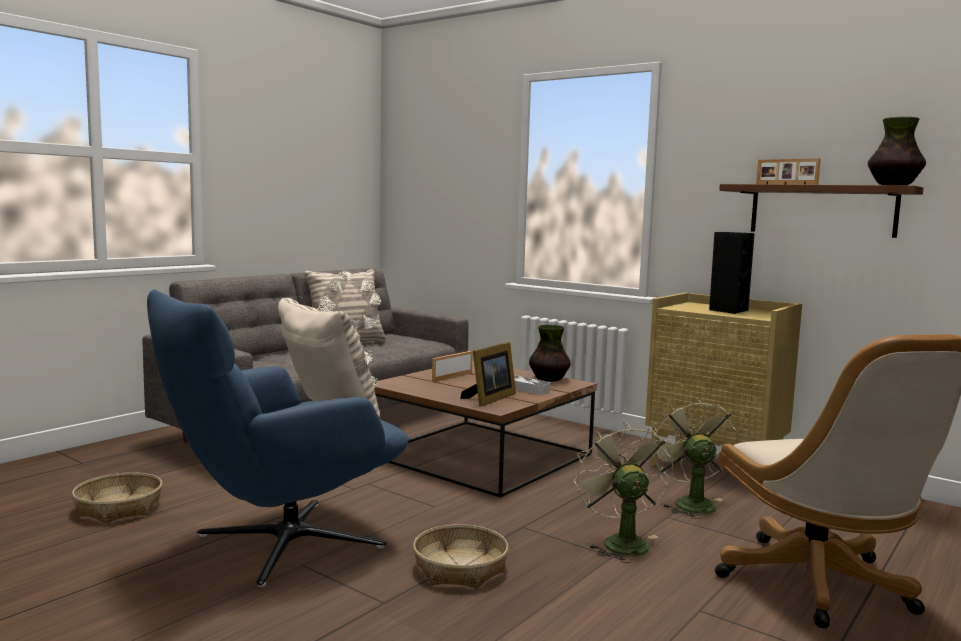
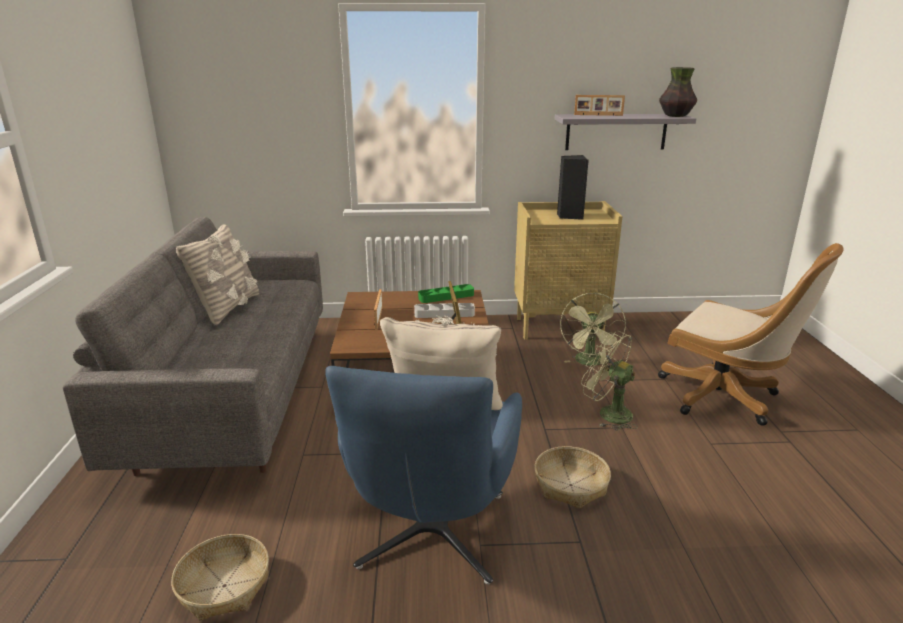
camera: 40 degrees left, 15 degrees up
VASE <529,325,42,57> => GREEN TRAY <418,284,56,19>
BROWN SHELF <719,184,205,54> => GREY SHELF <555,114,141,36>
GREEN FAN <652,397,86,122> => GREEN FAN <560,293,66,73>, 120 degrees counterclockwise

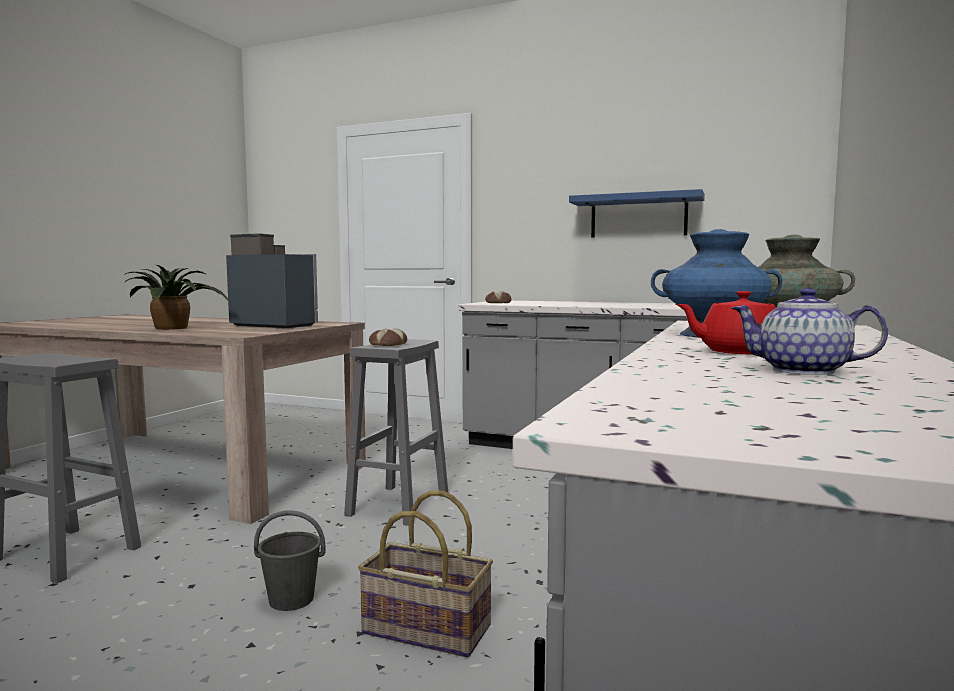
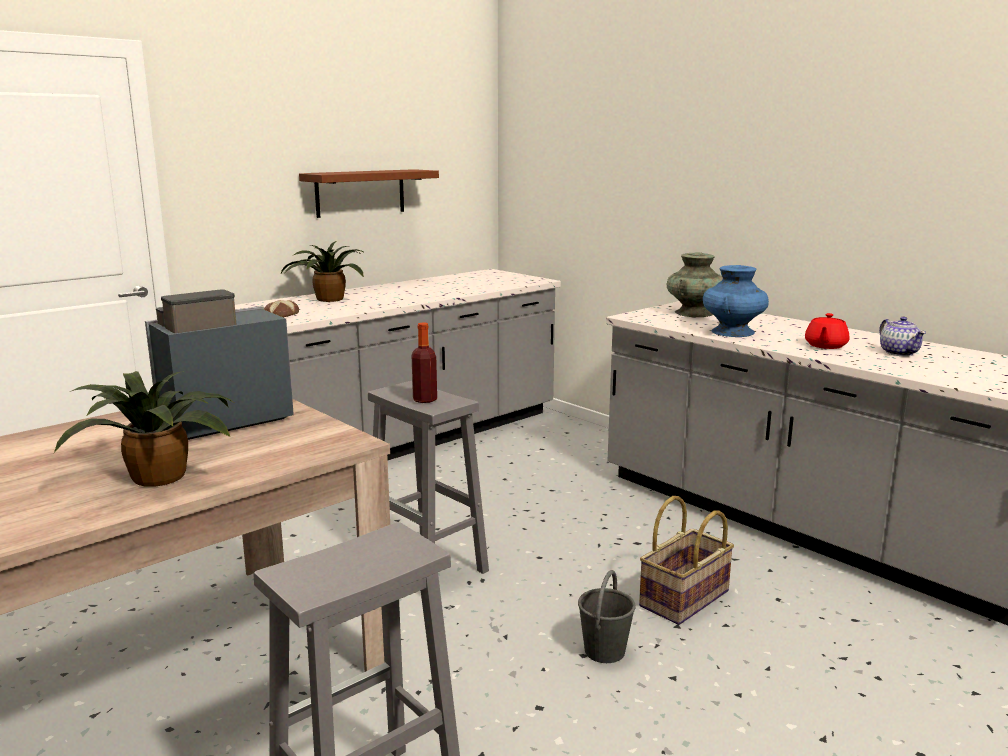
camera: 65 degrees left, 10 degrees up
nothing => POTTED PLANT <280,241,85,61>
BREAD <369,328,38,18> => BOTTLE <412,323,25,80>
BLUE SHELF <569,189,136,49> => BROWN SHELF <299,169,140,49>
TEAPOT <731,288,157,87> => TEAPOT <879,317,47,39>, 60 degrees counterclockwise

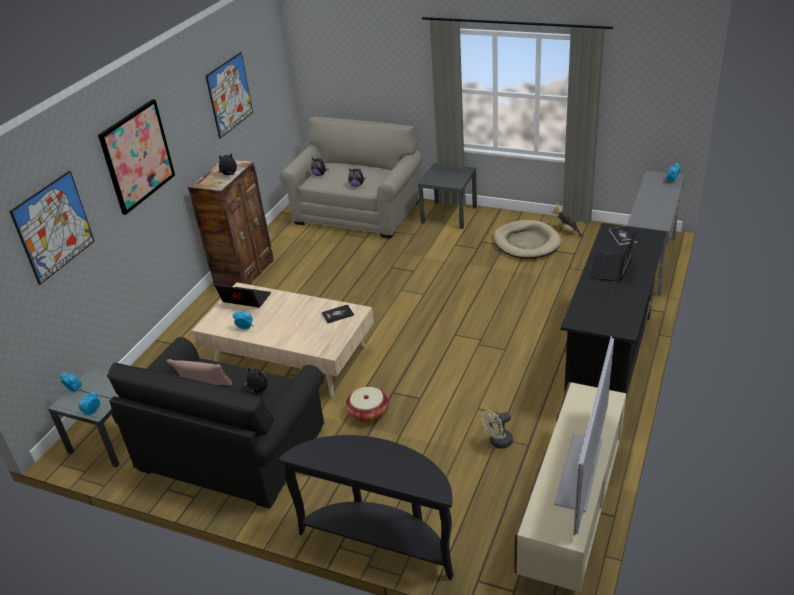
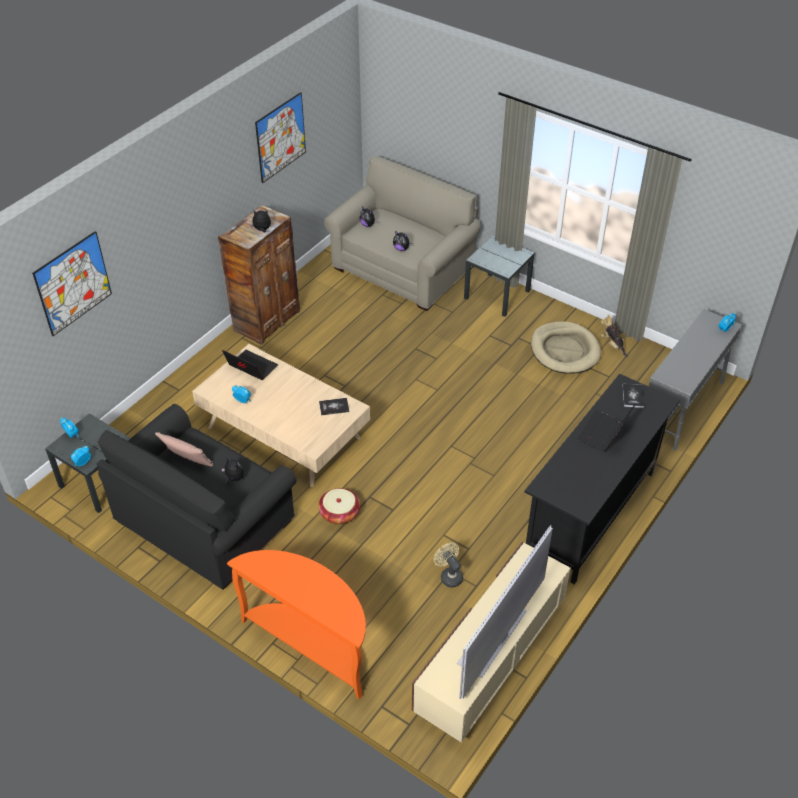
camera: 10 degrees right, 10 degrees up
PICTURE <98,99,77,116> => nothing
BLACK CONSOLE TABLE <278,435,176,145> => ORANGE CONSOLE TABLE <227,550,139,149>
BEIGE FAN <481,410,32,39> => BEIGE FAN <434,543,29,45>, 75 degrees clockwise

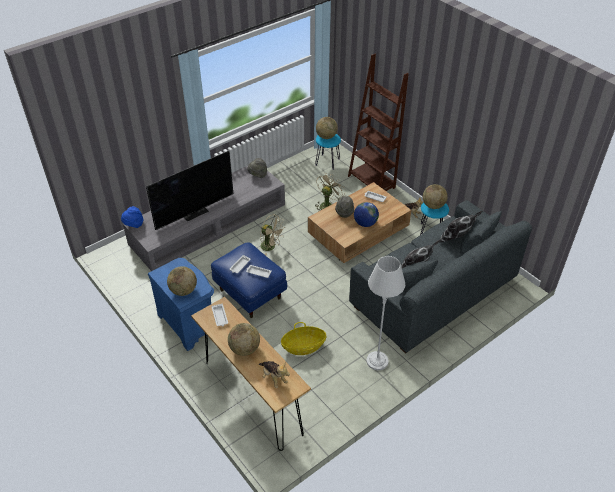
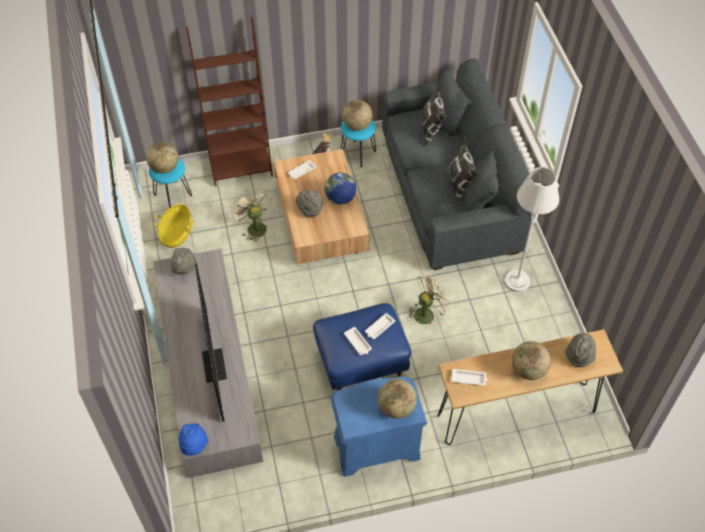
camera: 65 degrees left, 10 degrees up
BEIGE FAN <260,214,24,42> => BEIGE FAN <408,273,42,52>, shifted
BASKET <281,322,45,33> => BASKET <154,204,40,44>, shifted
PLUSH TOY <259,361,31,27> => GREY HAT <565,333,31,34>

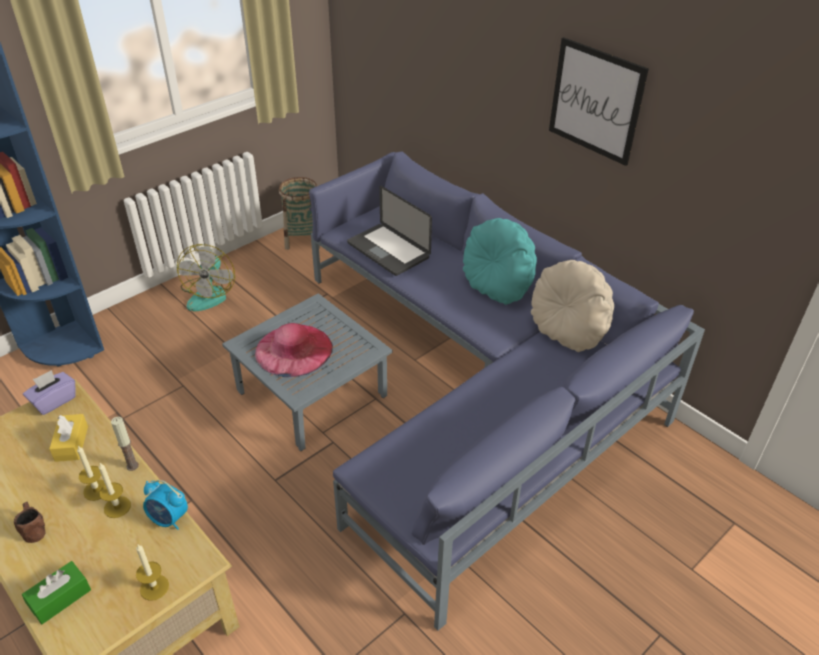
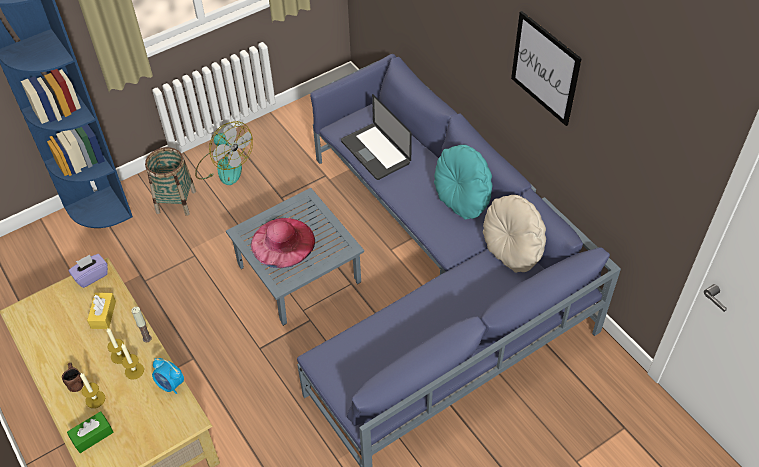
camera: 10 degrees right, 10 degrees up
CANDLE <136,544,33,57> => CANDLE <80,373,25,35>, shifted
BASKET <279,177,41,73> => BASKET <145,147,51,69>, shifted
FAN <177,244,58,67> => FAN <195,121,58,64>, 60 degrees counterclockwise

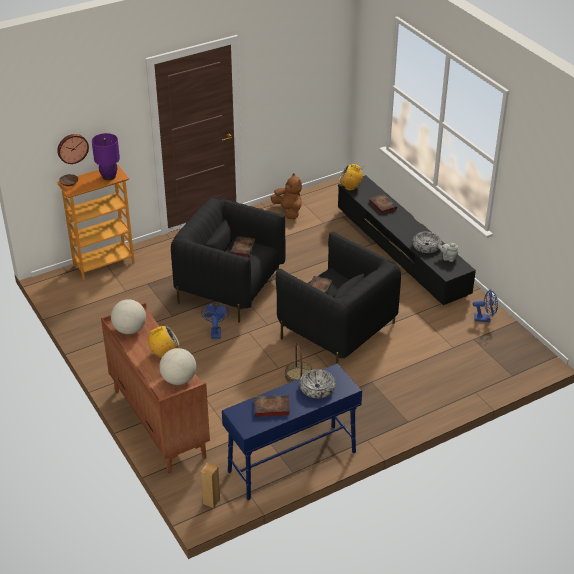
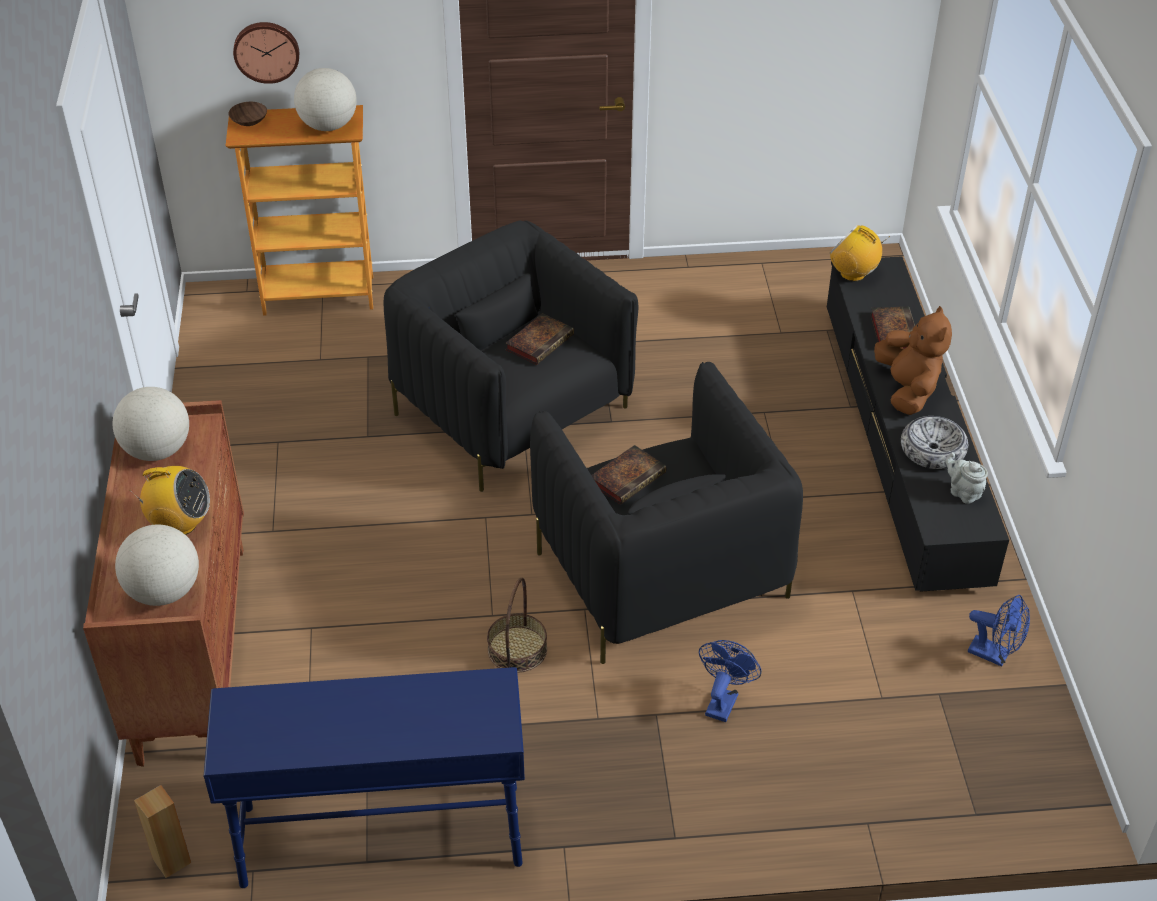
camera: 25 degrees right, 5 degrees up
BOOK <254,395,36,22> => nothing
BOWL <299,369,36,29> => nothing
BLUE FAN <201,303,28,36> => BLUE FAN <699,640,63,82>, shifted
BROWN PLUSH TOY <271,173,31,46> => BROWN PLUSH TOY <874,306,78,109>, shifted
PURPLE TABLE LAMP <92,133,28,47> => GLOBE <294,68,63,63>

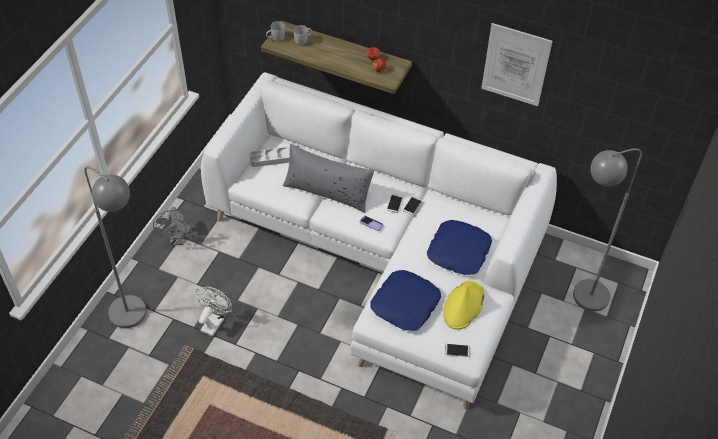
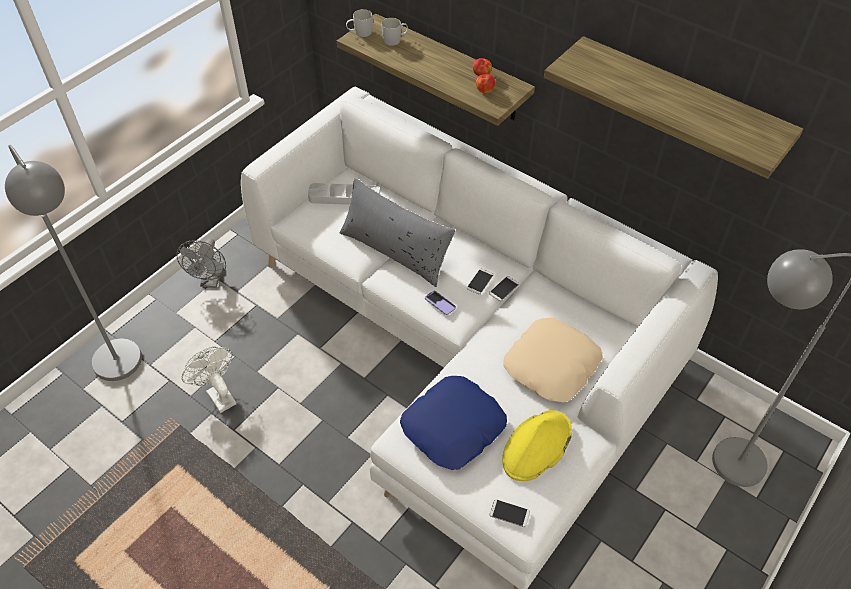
camera: 15 degrees right, 0 degrees up
PICTURE <481,23,71,83> => SHELF <544,36,259,143>
BLUE PILLOW <427,220,65,55> => BEIGE PILLOW <503,318,100,84>
WHITE FAN <196,287,37,49> => WHITE FAN <182,347,55,66>, 75 degrees counterclockwise

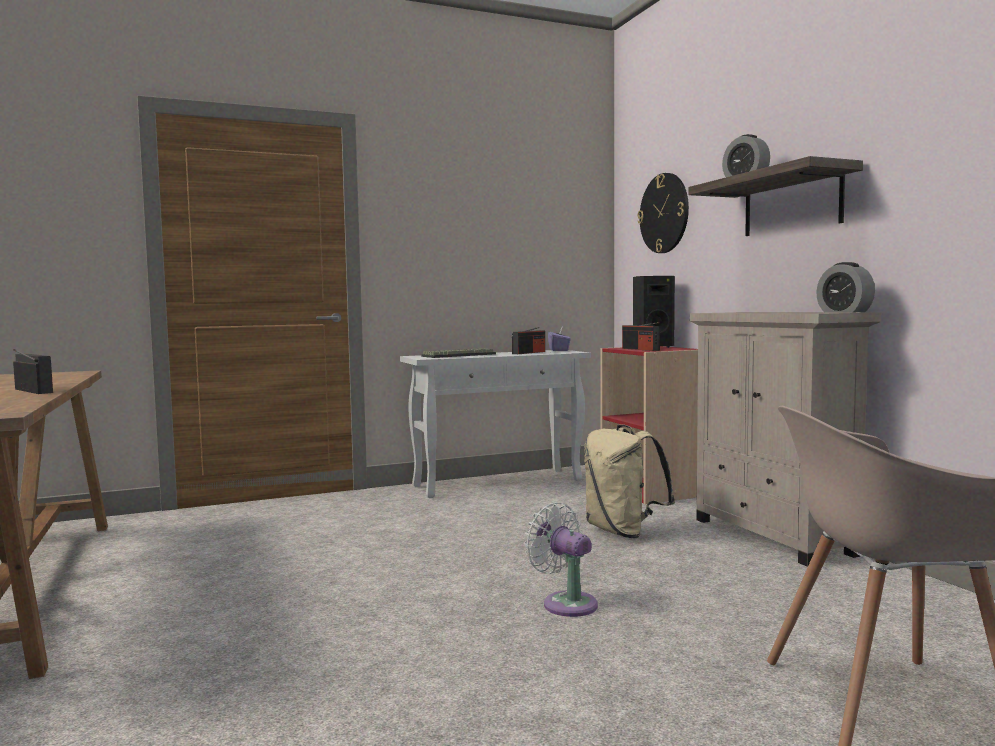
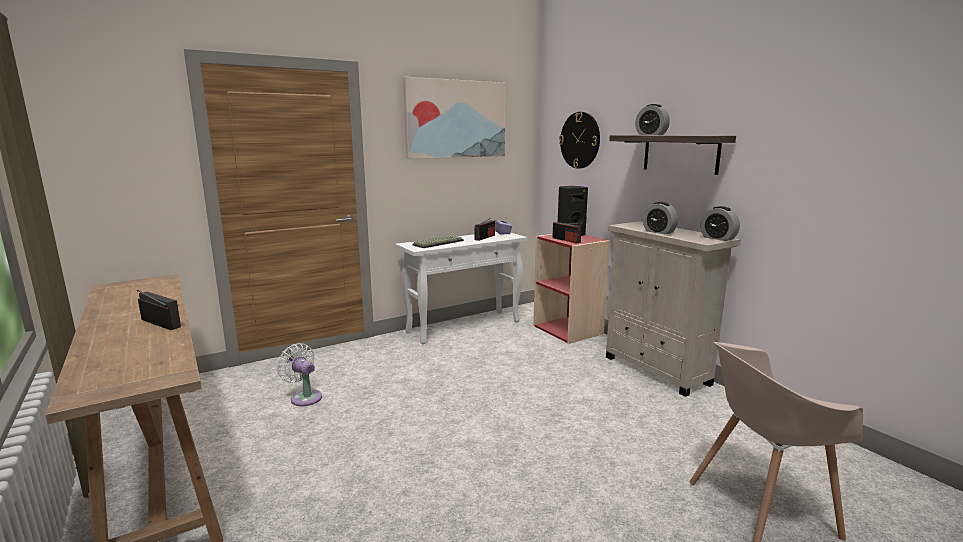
camera: 10 degrees left, 10 degrees up
BEIGE BACKPACK <584,424,91,114> => nothing
nothing => PICTURE <403,77,103,82>
nothing => ALARM CLOCK <643,202,35,32>
WHITE FAN <524,502,74,115> => WHITE FAN <277,343,45,63>, shifted

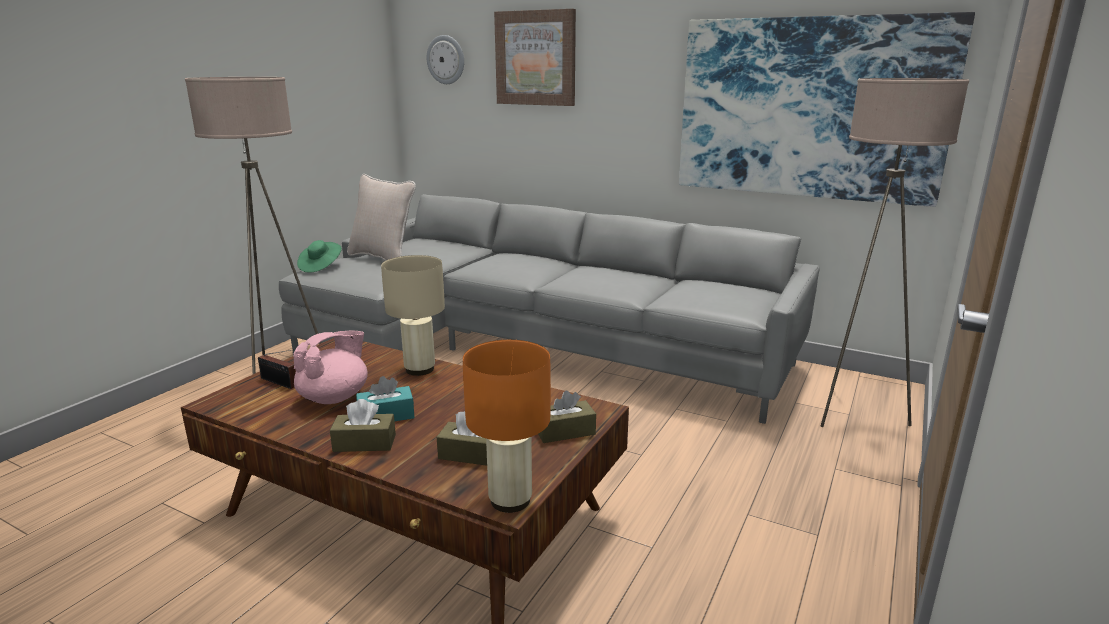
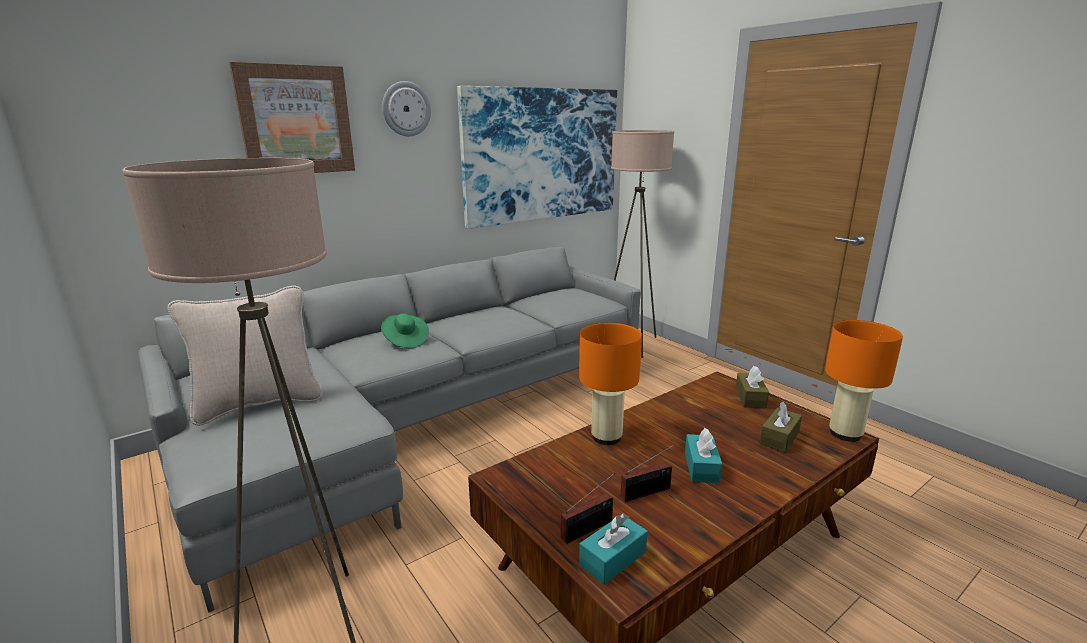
camera: 65 degrees left, 0 degrees up
BROWN TISSUE BOX <330,399,66,53> => nothing
nothing => TURQUOISE TISSUE BOX <579,513,69,72>
GREEN HAT <297,240,45,33> => GREEN HAT <381,313,48,35>, shifted
WALL CLOCK <427,35,37,49> => WALL CLOCK <382,81,49,55>, shifted
PINK TEAPOT <293,331,75,73> => RADIO <621,444,55,58>
BEIGE TABLE LAMP <381,255,64,121> => ORANGE TABLE LAMP <579,323,63,122>

